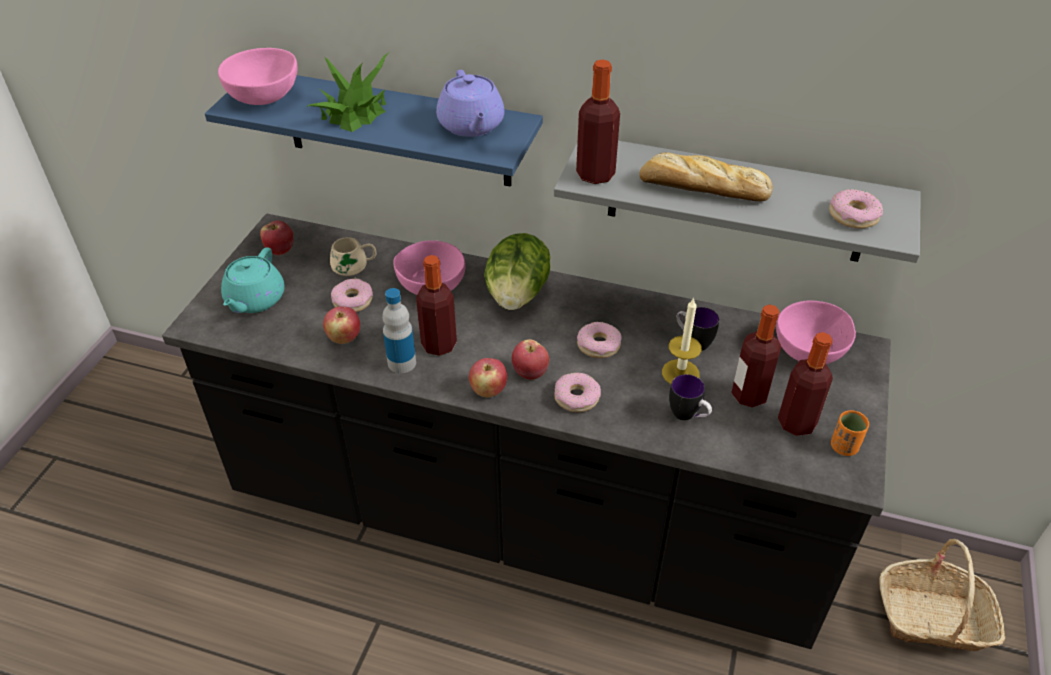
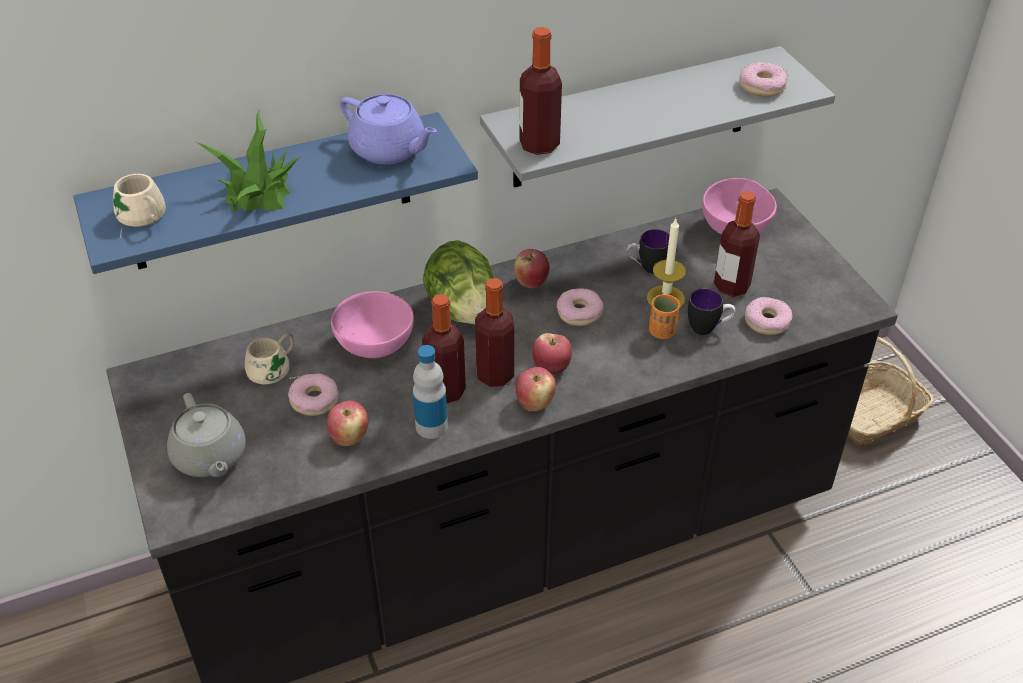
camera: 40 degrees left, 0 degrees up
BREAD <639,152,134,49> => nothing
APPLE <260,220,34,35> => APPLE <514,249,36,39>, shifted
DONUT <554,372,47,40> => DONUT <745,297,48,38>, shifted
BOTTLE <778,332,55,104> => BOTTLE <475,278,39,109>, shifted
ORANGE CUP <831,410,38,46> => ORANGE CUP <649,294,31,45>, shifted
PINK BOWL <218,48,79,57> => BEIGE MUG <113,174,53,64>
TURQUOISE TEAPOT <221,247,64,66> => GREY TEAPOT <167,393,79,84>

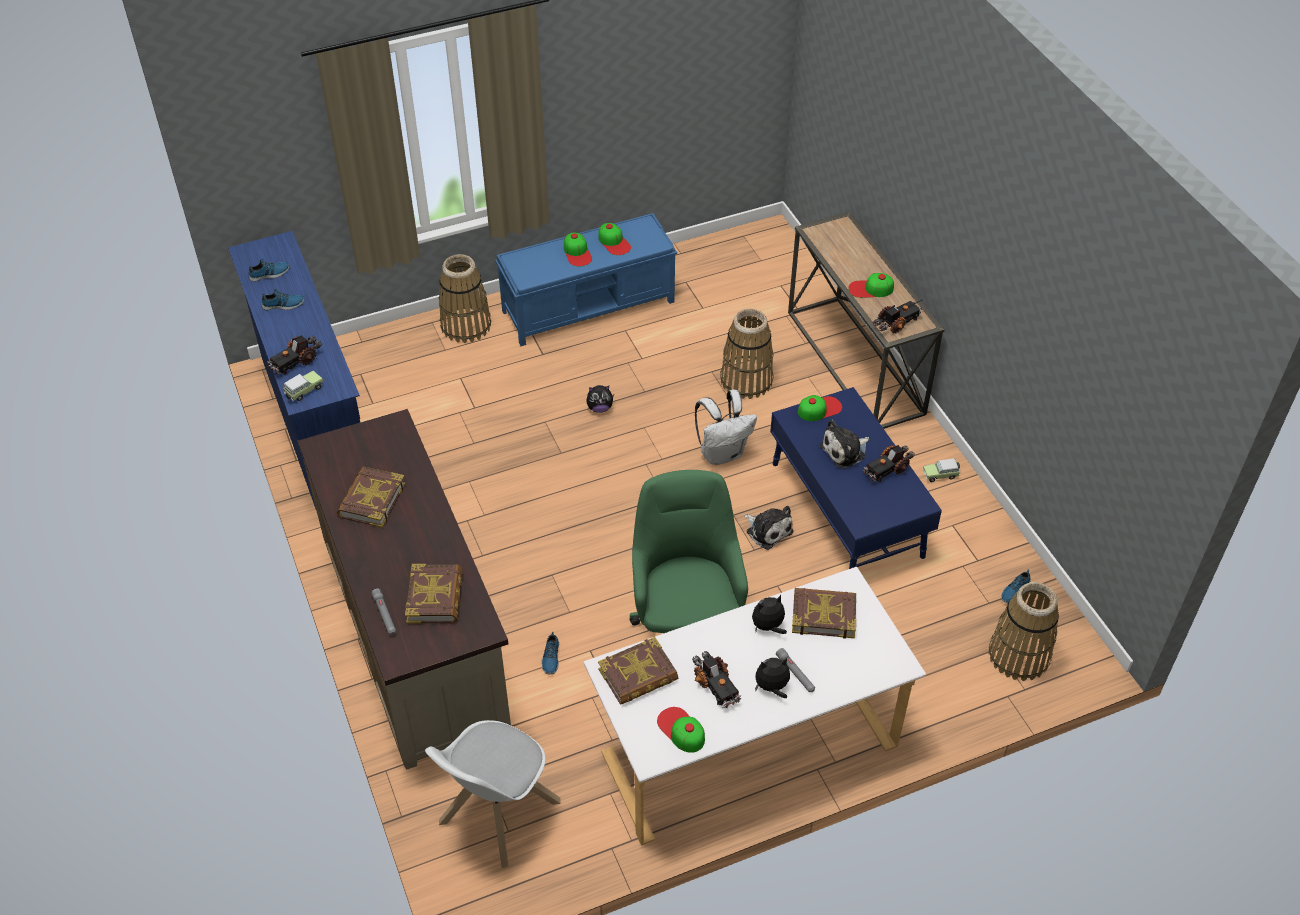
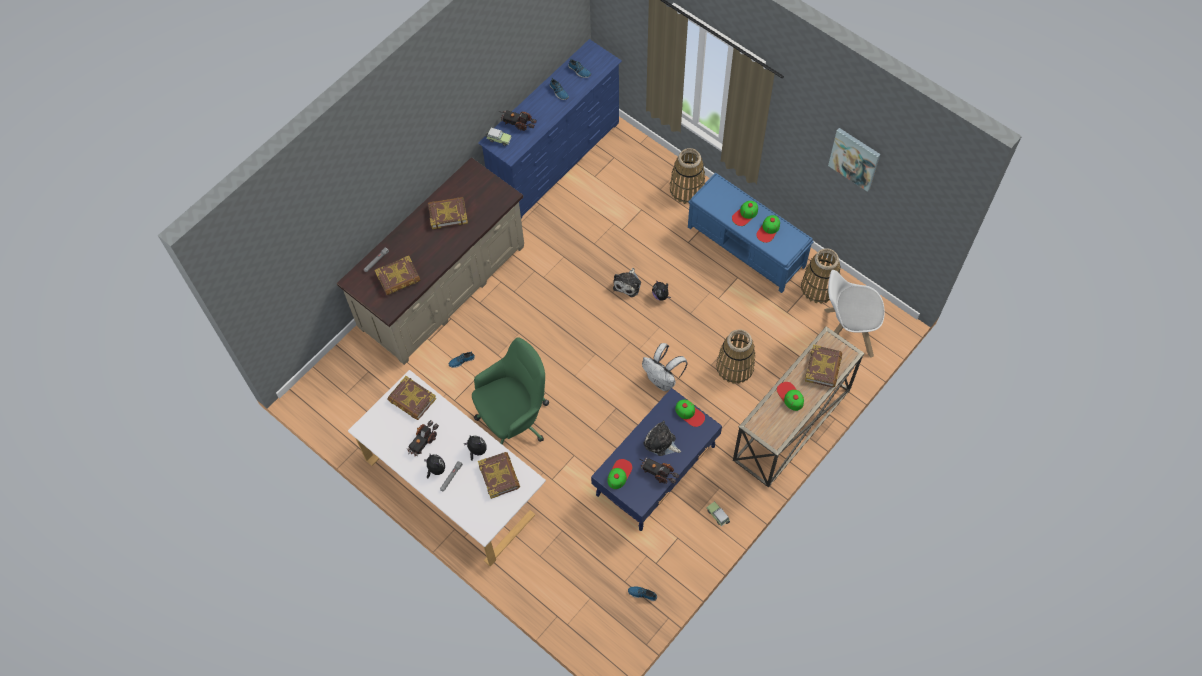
camera: 65 degrees right, 15 degrees up
TOY TRUCK <873,299,50,35> => nothing
nothing => BOOK <805,344,37,44>
nothing => PICTURE <828,128,52,64>
CHAIR <425,720,136,148> => CHAIR <824,270,61,88>, shifted
CAP <657,707,48,46> => CAP <608,459,24,30>, shifted
PLUSH TOY <744,506,49,44> => PLUSH TOY <613,268,28,29>, shifted
BASKET <988,582,71,99> => BASKET <801,248,40,56>, shifted

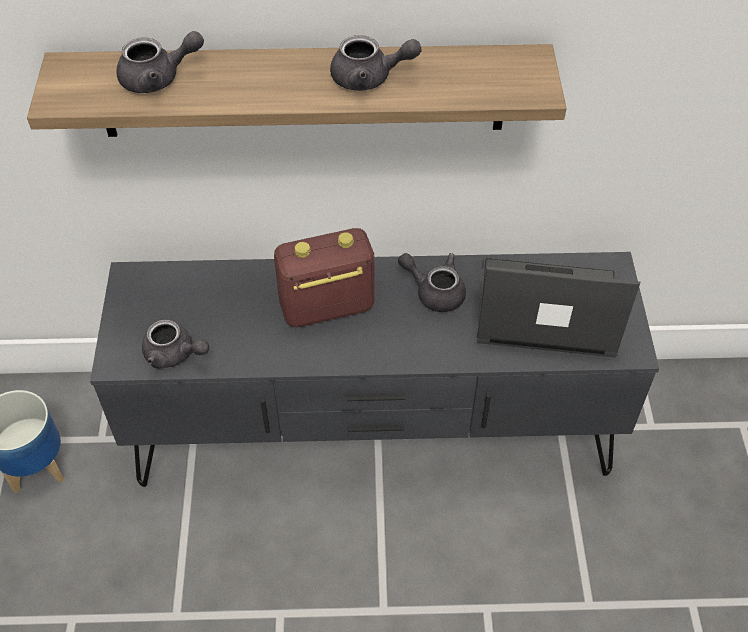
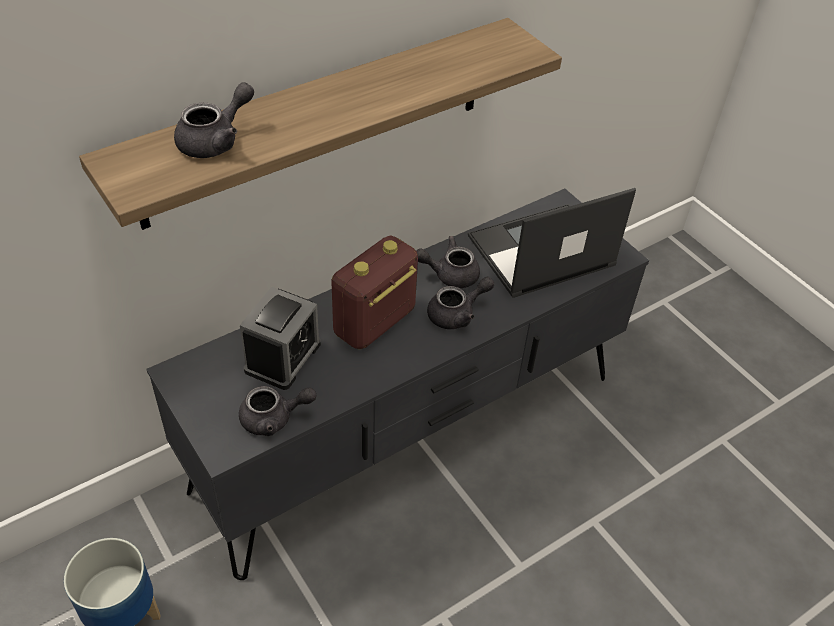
camera: 35 degrees left, 5 degrees down
nothing => ALARM CLOCK <240,287,81,103>
GREY TEAPOT <330,35,91,56> => GREY TEAPOT <427,277,67,52>, shifted

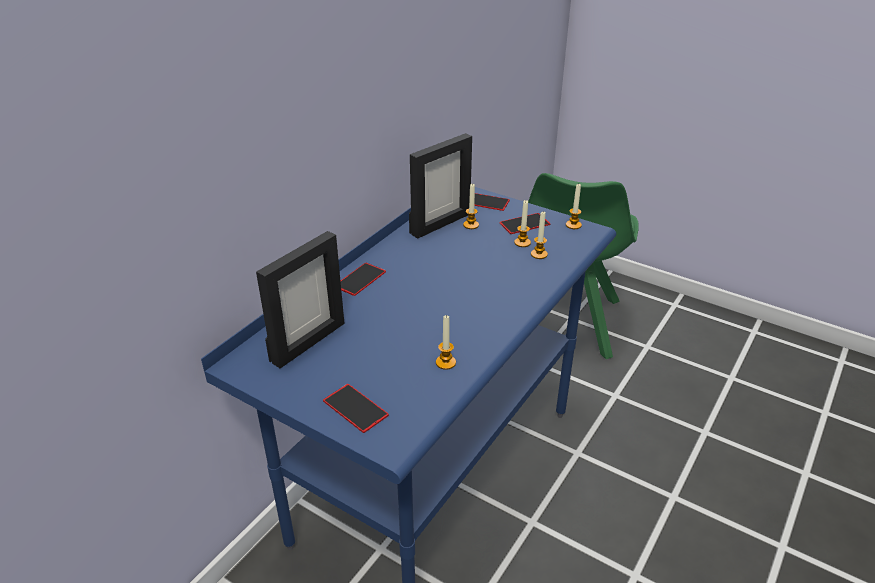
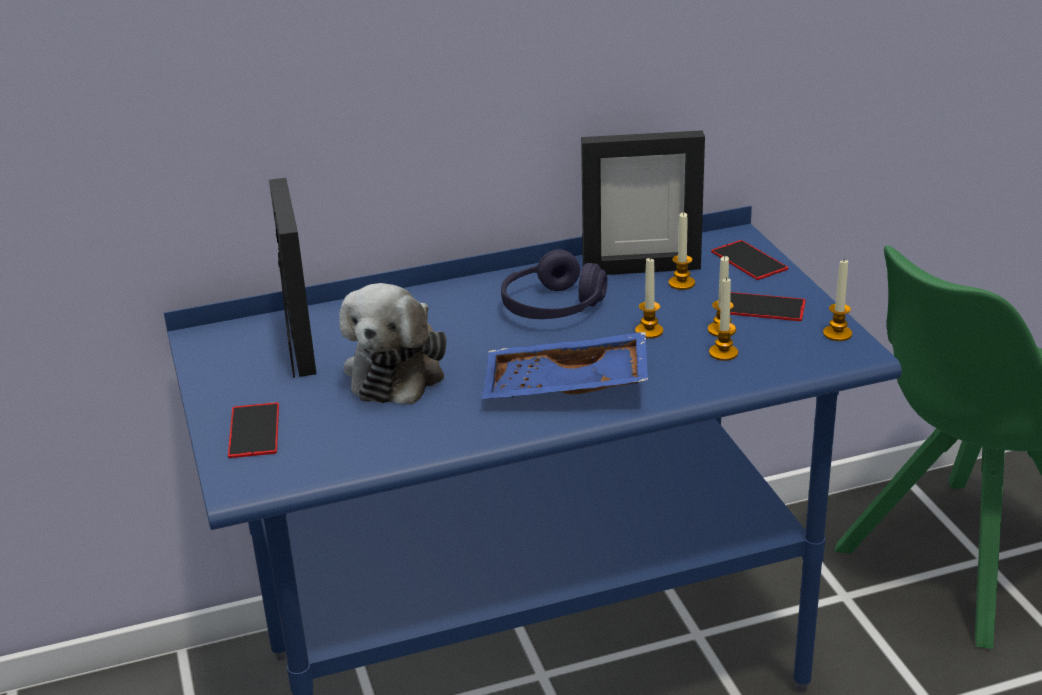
camera: 40 degrees right, 5 degrees down
PHONE <341,263,45,33> => nothing
nothing => PLUSH TOY <339,283,108,121>
nothing => BLUE TRAY <482,332,166,67>
nothing => PURPLE HEADPHONES <501,249,106,70>
CANDLE <436,315,20,55> => CANDLE <635,258,28,81>, shifted
PICTURE FRAME <256,231,89,137> => PICTURE FRAME <269,178,48,200>, 90 degrees counterclockwise

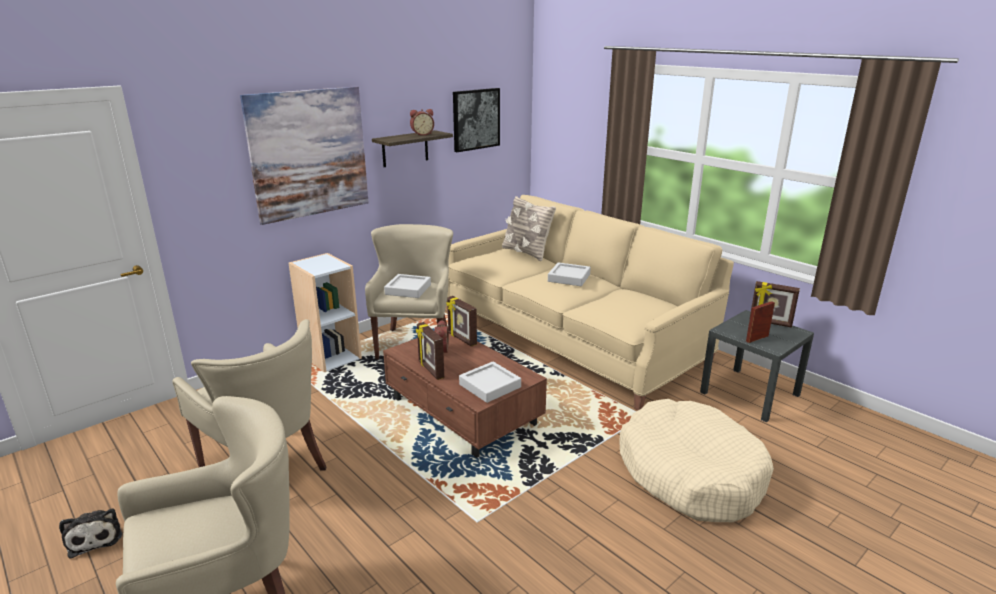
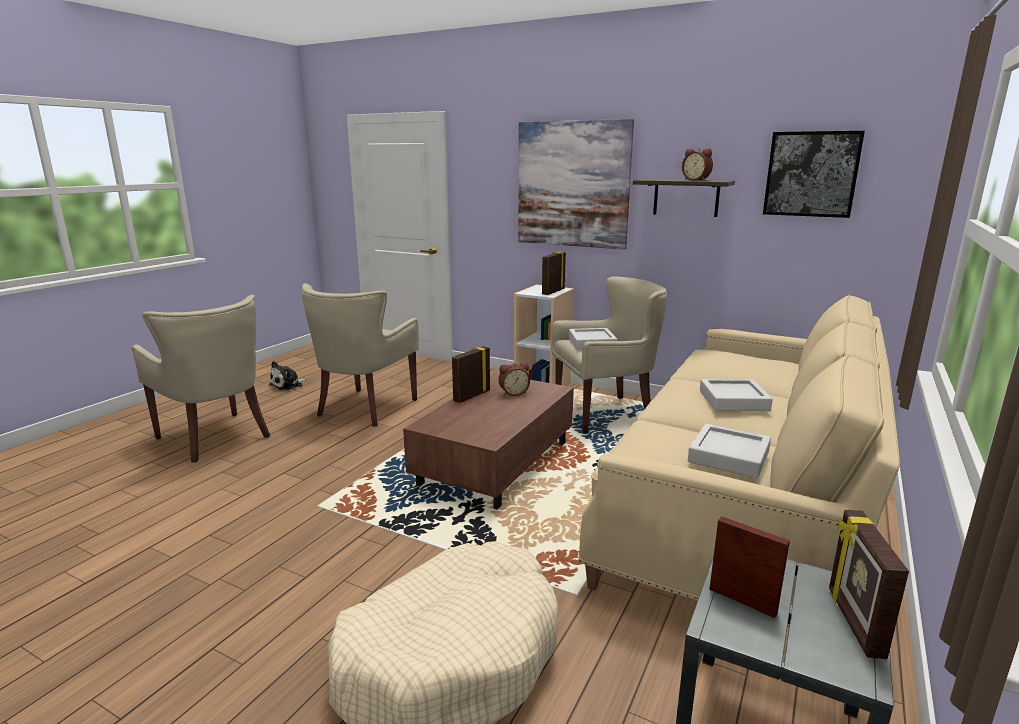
camera: 70 degrees right, 5 degrees down
BEIGE PILLOW <502,196,54,65> => nothing
PICTURE FRAME <446,296,31,51> => PICTURE FRAME <542,252,24,43>, shifted
GREY TRAY <459,361,62,42> => GREY TRAY <688,424,83,54>, shifted

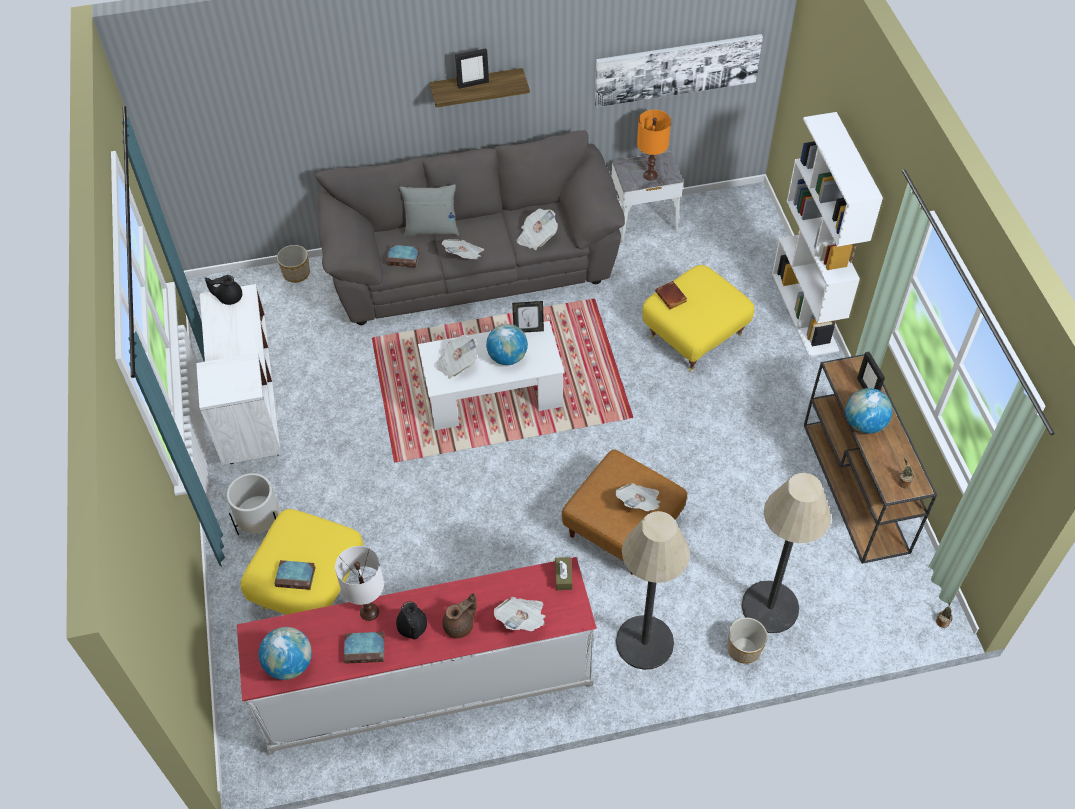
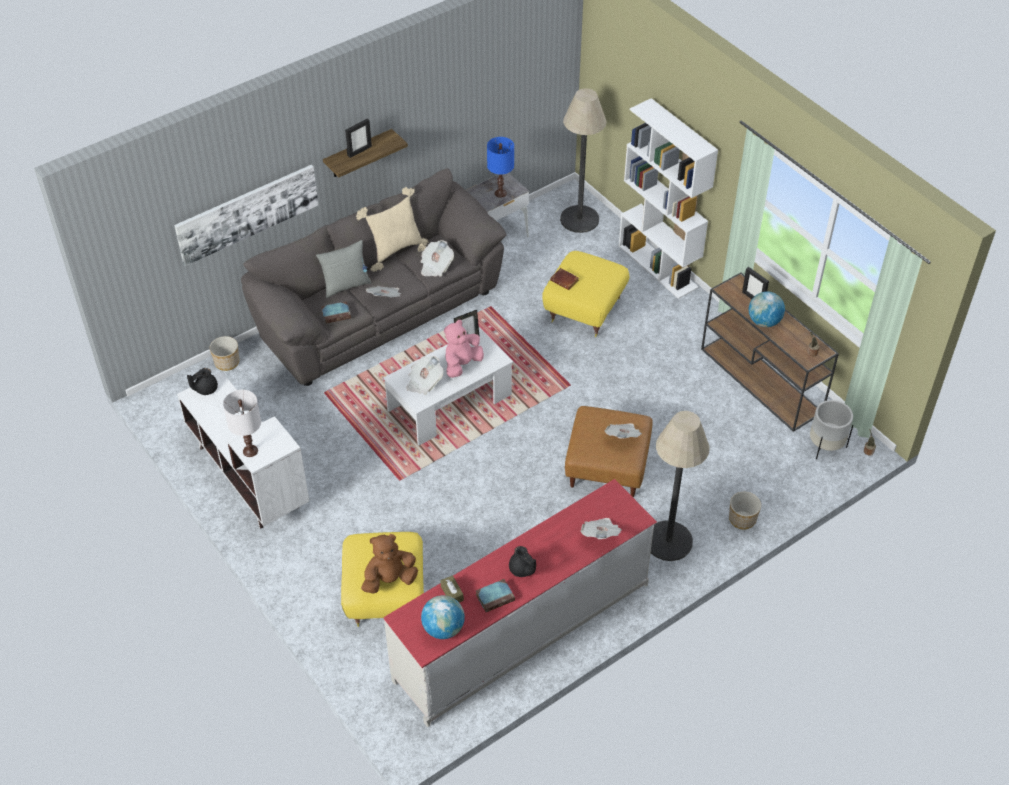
camera: 25 degrees left, 5 degrees down
BROWN TEAPOT <442,593,35,45> => nothing
nothing => BEIGE PILLOW <356,187,73,85>
WHITE PLANTER <227,473,53,62> => WHITE PLANTER <810,400,43,59>, shifted
WHITE TABLE LAMP <335,546,49,75> => WHITE TABLE LAMP <223,390,38,67>, shifted
BROWN TISSUE BOX <555,557,17,33> => BROWN TISSUE BOX <440,575,24,27>, shifted
PICTURE <595,34,168,73> => PICTURE <174,165,145,101>, shifted
FLOOR LAMP <741,473,90,160> => FLOOR LAMP <560,88,47,145>, shifted
BOOK <274,560,42,30> => BROWN PLUSH TOY <361,534,57,60>
GLOBE <486,324,42,41> => PINK PLUSH TOY <444,320,40,58>
ORANGE TABLE LAMP <637,110,34,71> => BLUE TABLE LAMP <487,137,27,61>

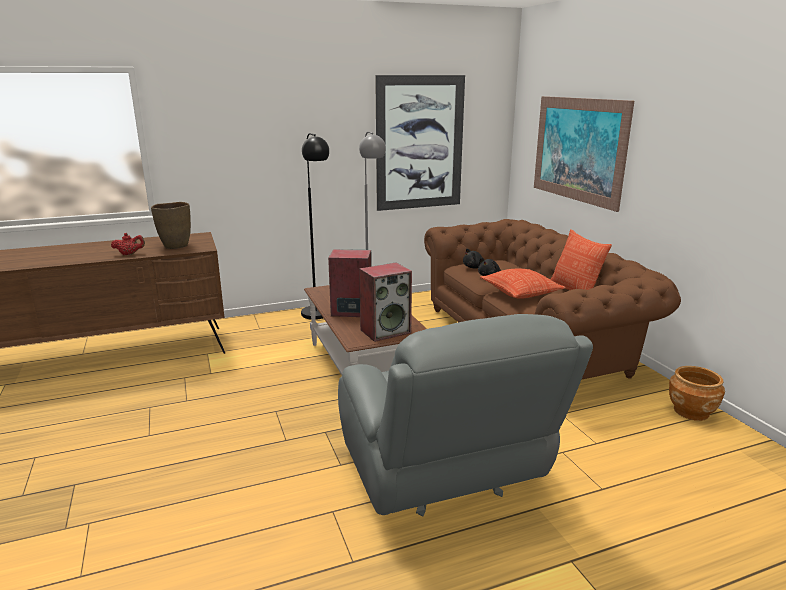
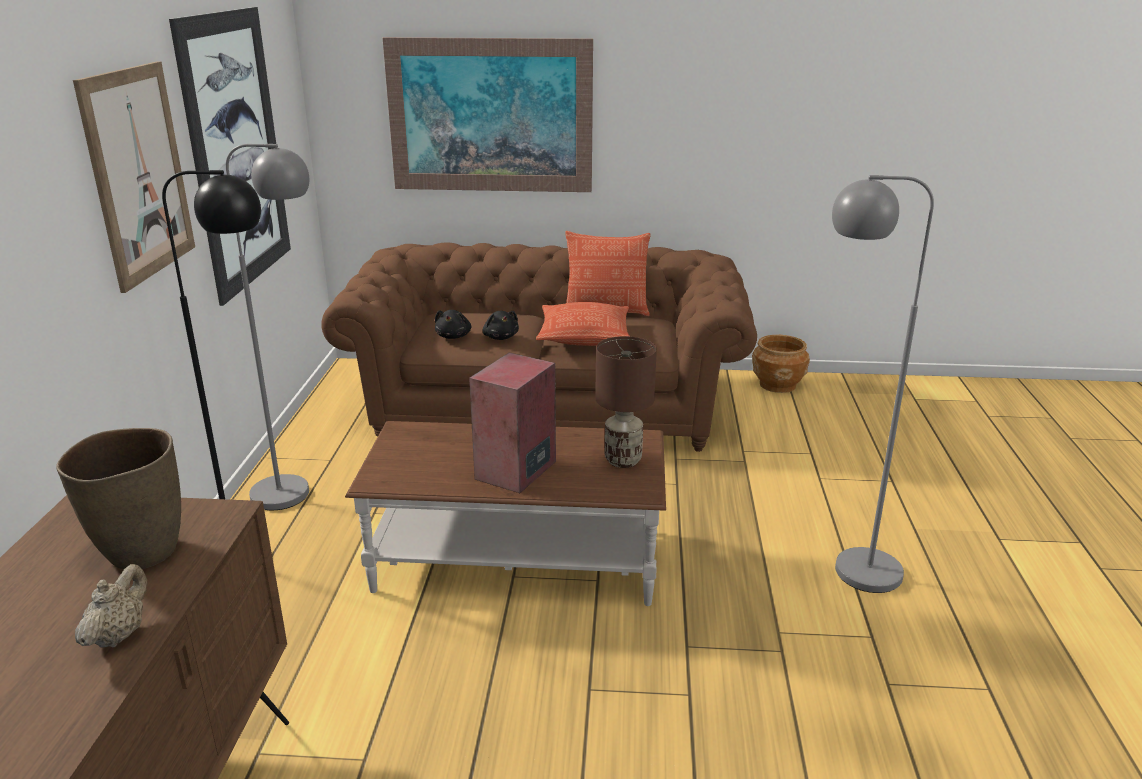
camera: 65 degrees left, 5 degrees up
nothing => PICTURE <73,61,122,232>
GREY ARMCHAIR <338,314,255,203> => GREY FLOOR LAMP <832,175,102,418>
SPEAKER <359,262,53,80> => BROWN TABLE LAMP <595,336,62,132>
RED TEAPOT <111,233,34,22> => BEIGE TEAPOT <75,564,73,83>

